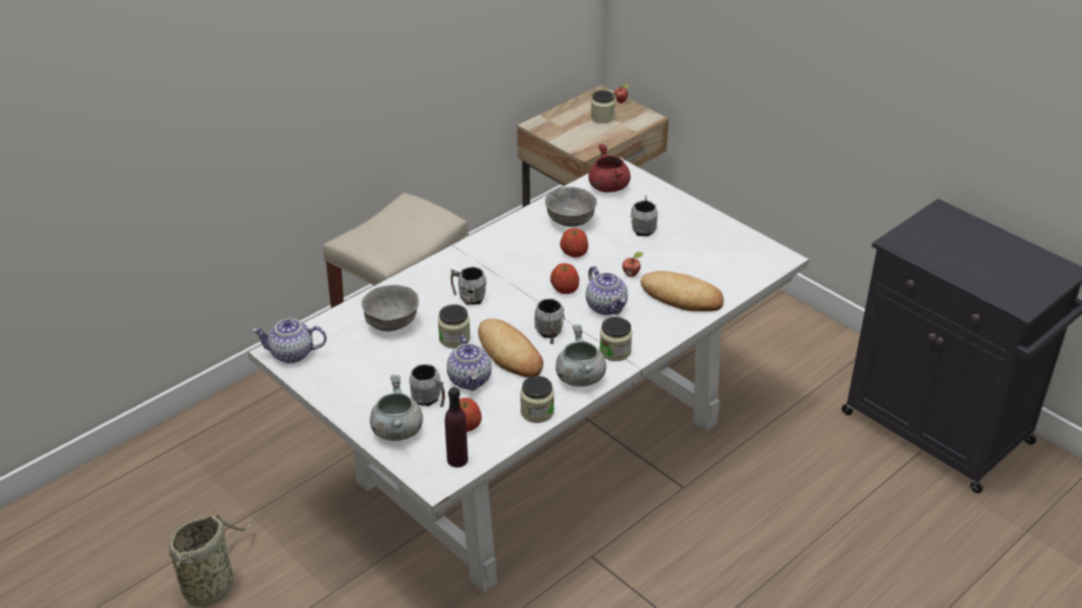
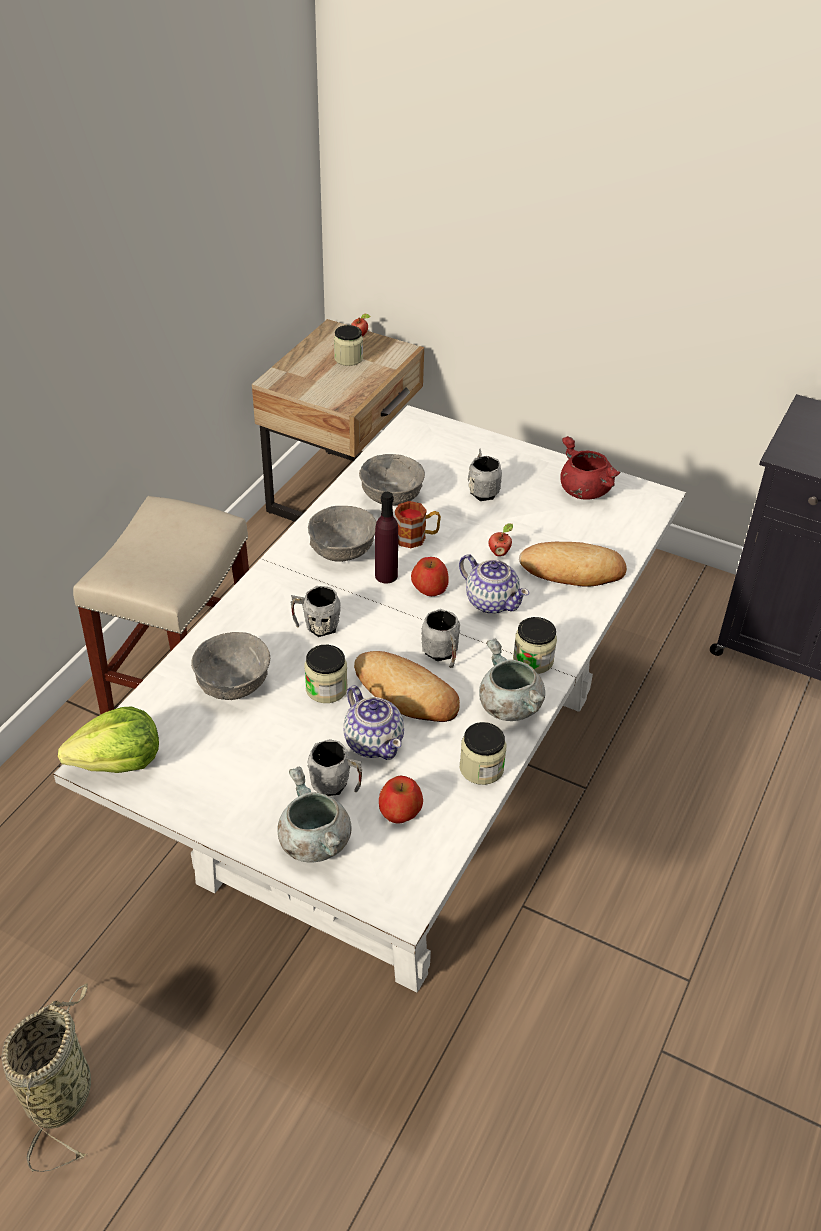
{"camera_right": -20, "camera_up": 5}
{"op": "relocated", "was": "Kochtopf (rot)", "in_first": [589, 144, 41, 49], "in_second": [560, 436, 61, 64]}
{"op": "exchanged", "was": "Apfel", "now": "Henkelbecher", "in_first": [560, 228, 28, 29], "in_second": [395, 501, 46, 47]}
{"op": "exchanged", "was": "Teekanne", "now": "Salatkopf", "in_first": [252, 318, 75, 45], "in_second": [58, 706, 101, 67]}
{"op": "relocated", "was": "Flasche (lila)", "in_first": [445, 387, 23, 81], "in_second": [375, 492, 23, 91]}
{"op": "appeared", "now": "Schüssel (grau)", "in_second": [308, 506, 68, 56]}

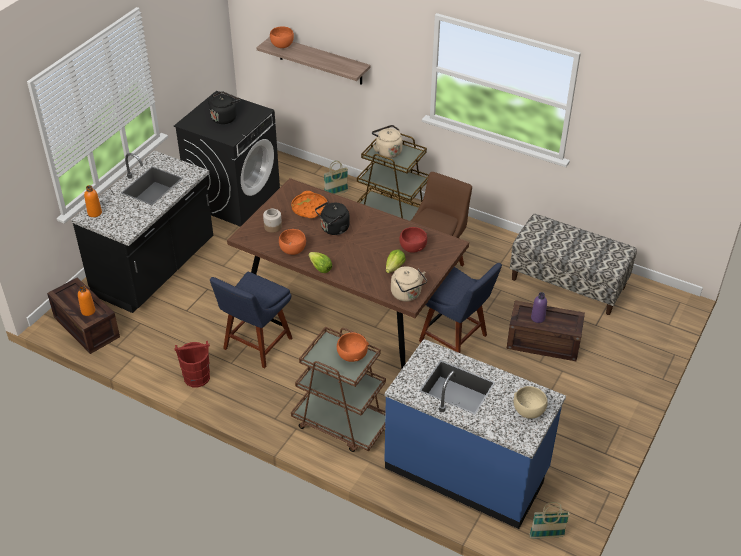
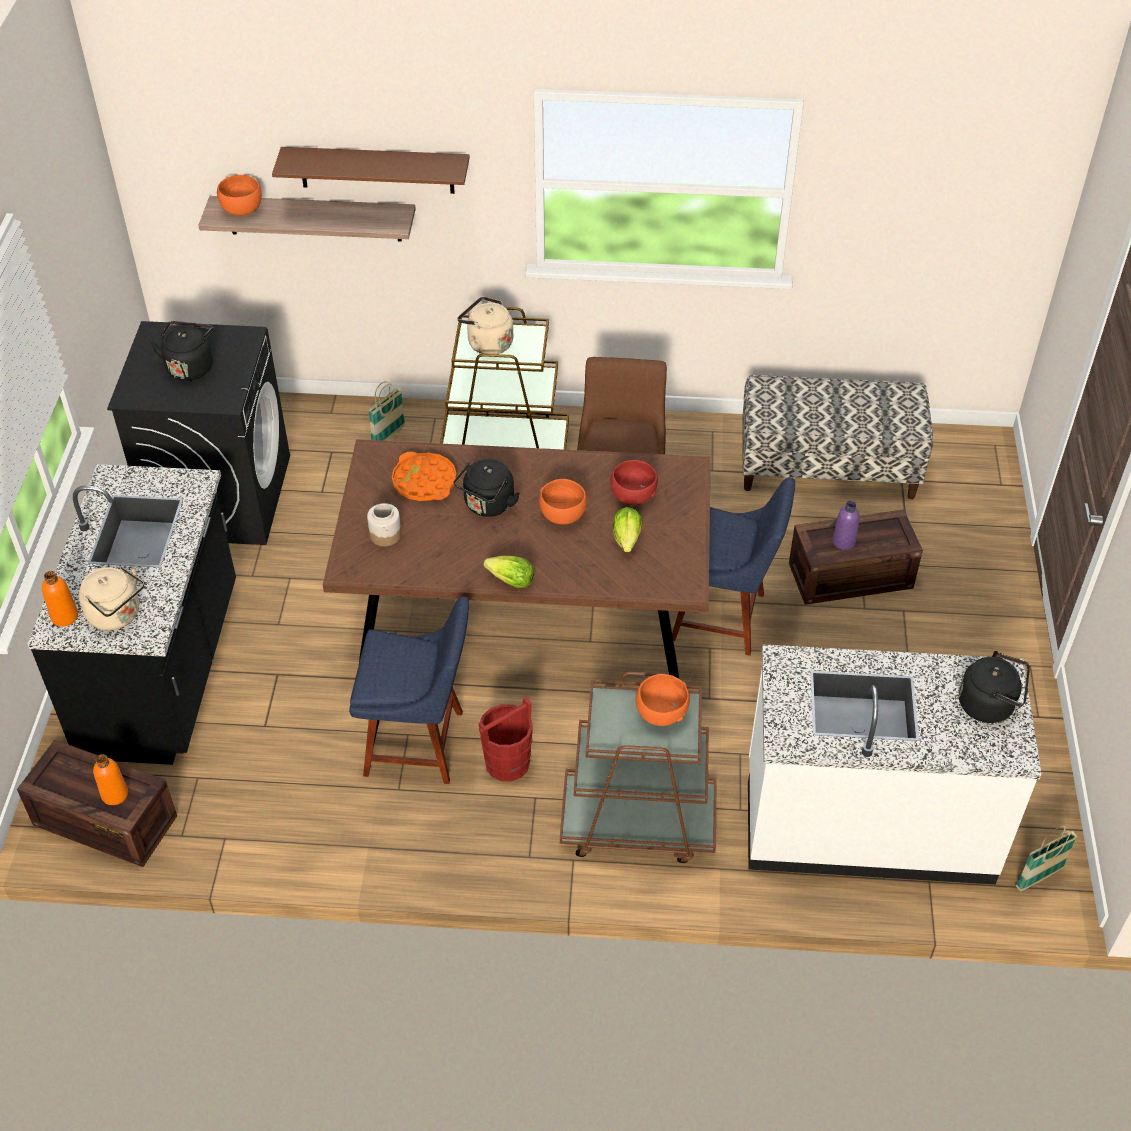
{"camera_right": -25, "camera_up": 5}
{"op": "relocated", "was": "Schüssel (orange)", "in_first": [279, 229, 27, 26], "in_second": [539, 479, 48, 46]}
{"op": "relocated", "was": "Wasserkessel (beige)", "in_first": [391, 266, 36, 35], "in_second": [79, 566, 65, 64]}
{"op": "spun", "was": "Stuhl (blau)", "in_first": [210, 272, 82, 97], "in_second": [349, 597, 120, 187], "clockwise": -90}
{"op": "colour", "was": "Küchenzeile (blau)", "now": "Küchenzeile (weiß)", "in_first": [385, 339, 181, 190], "in_second": [748, 644, 294, 240]}
{"op": "relocated", "was": "Eimer (rot)", "in_first": [174, 341, 36, 47], "in_second": [478, 696, 55, 85]}
{"op": "exchanged", "was": "Schüssel (beige)", "now": "Wasserkessel (schwarz)", "in_first": [514, 386, 34, 32], "in_second": [959, 651, 71, 72]}
{"op": "appeared", "now": "Wandregal (braun)", "in_second": [272, 147, 198, 47]}

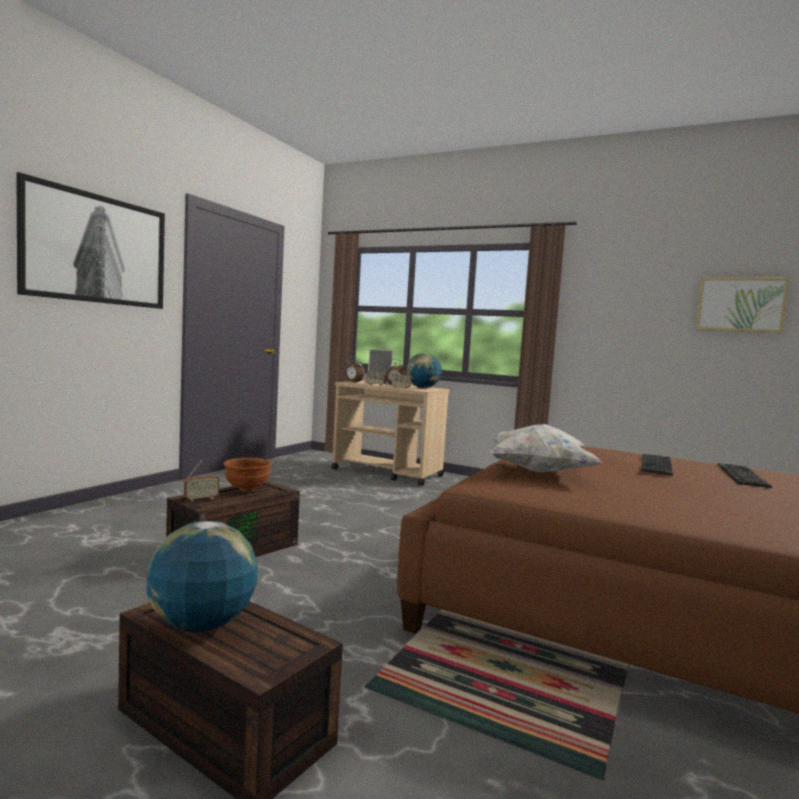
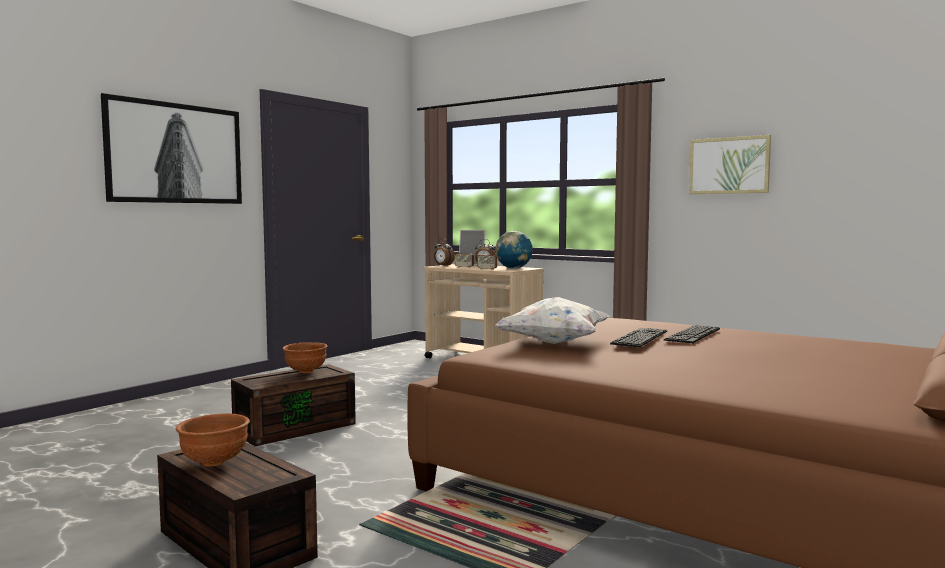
{"camera_right": 10, "camera_up": 0}
{"op": "relocated", "was": "Bild", "in_first": [695, 277, 95, 56], "in_second": [689, 135, 82, 59]}
{"op": "missing", "was": "Radio", "in_first": [184, 460, 35, 42]}
{"op": "relocated", "was": "Tastatur", "in_first": [718, 463, 54, 25], "in_second": [610, 328, 57, 19]}
{"op": "exchanged", "was": "Globus", "now": "Schüssel (braun)", "in_first": [146, 521, 112, 111], "in_second": [175, 413, 75, 54]}

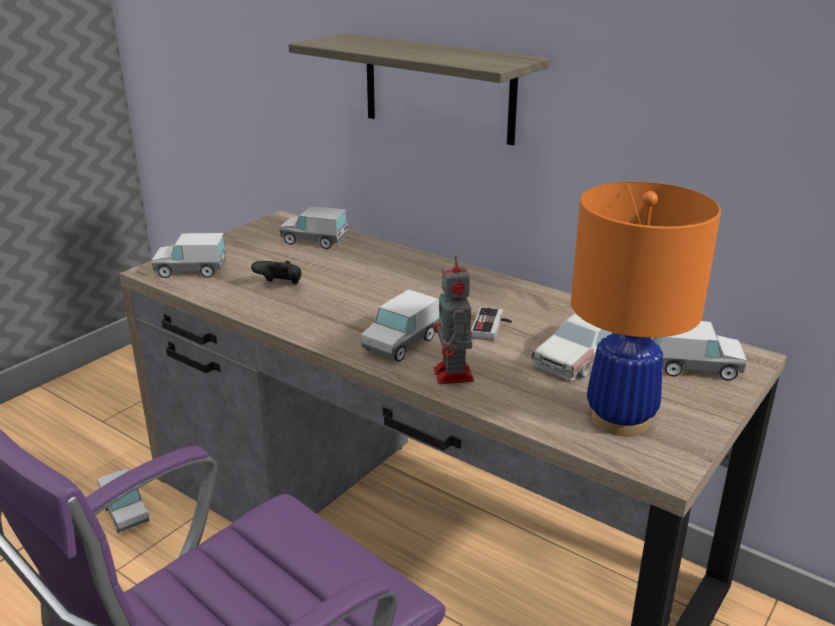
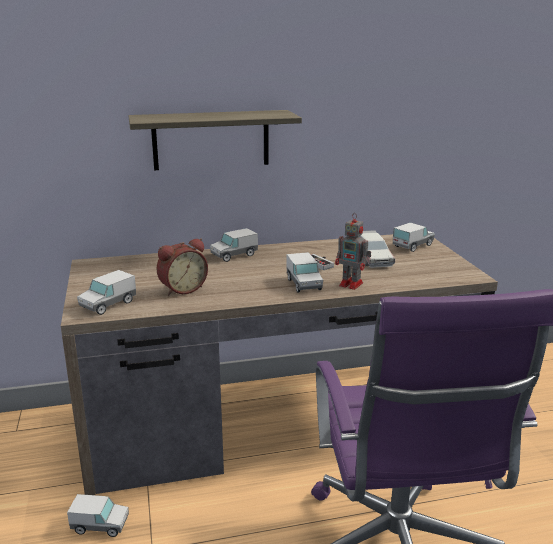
{"camera_right": -50, "camera_up": -5}
{"op": "missing", "was": "Tischlampe (orange)", "in_first": [571, 182, 150, 254]}
{"op": "relocated", "was": "Spielzeuglaster", "in_first": [279, 206, 69, 43], "in_second": [210, 228, 48, 34]}
{"op": "exchanged", "was": "Gamepad (schwarz)", "now": "Wecker", "in_first": [251, 261, 50, 23], "in_second": [156, 238, 52, 58]}

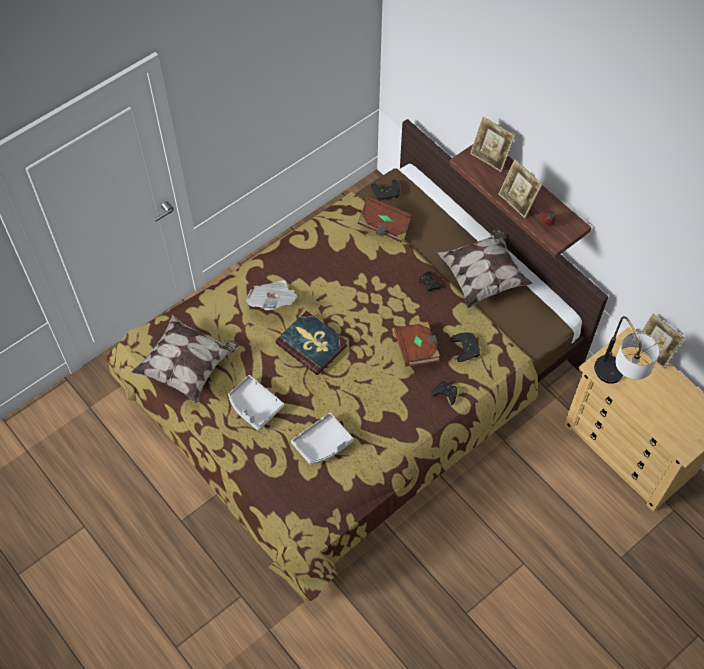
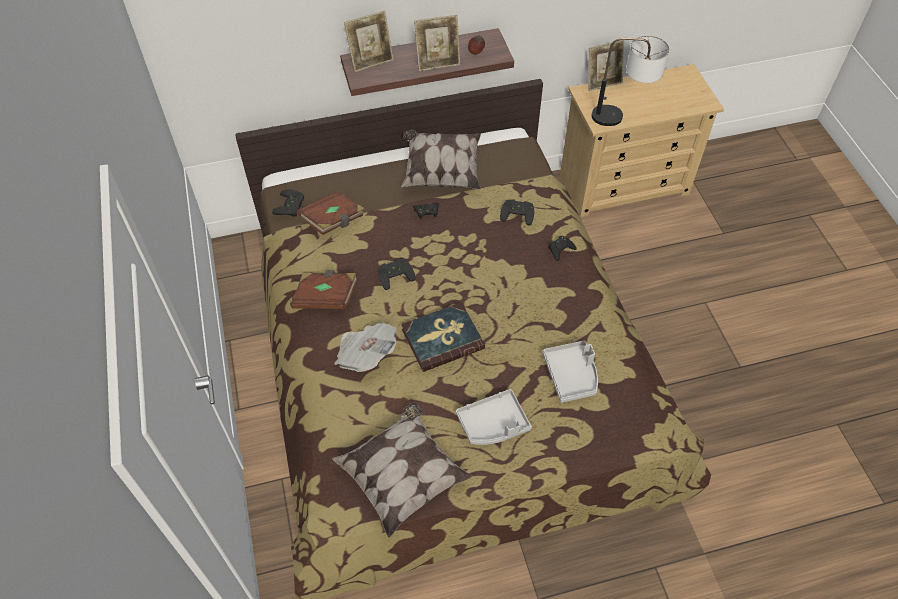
{"camera_right": -65, "camera_up": -5}
{"op": "relocated", "was": "Buch (braun)", "in_first": [394, 322, 46, 45], "in_second": [290, 270, 69, 40]}
{"op": "appeared", "now": "Gamepad (schwarz)", "in_second": [378, 259, 37, 31]}

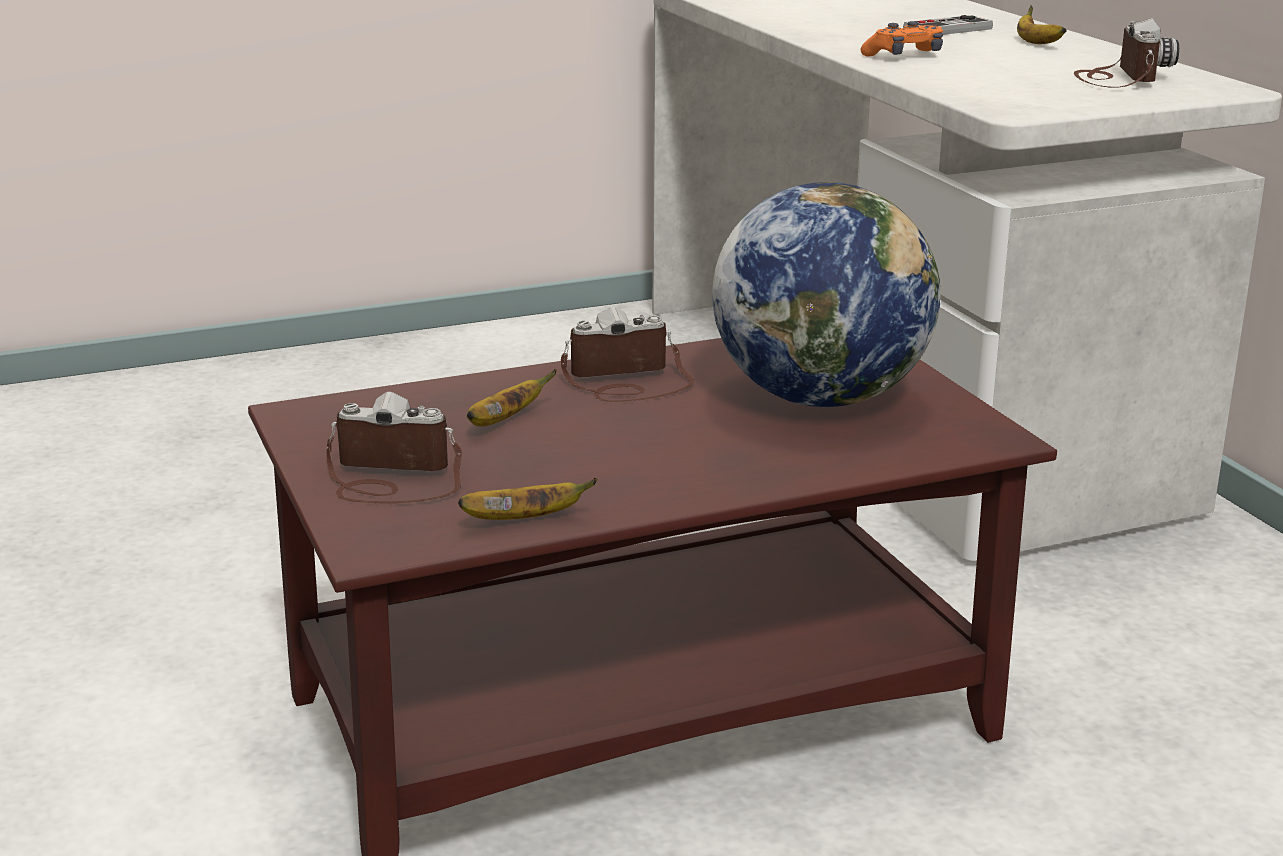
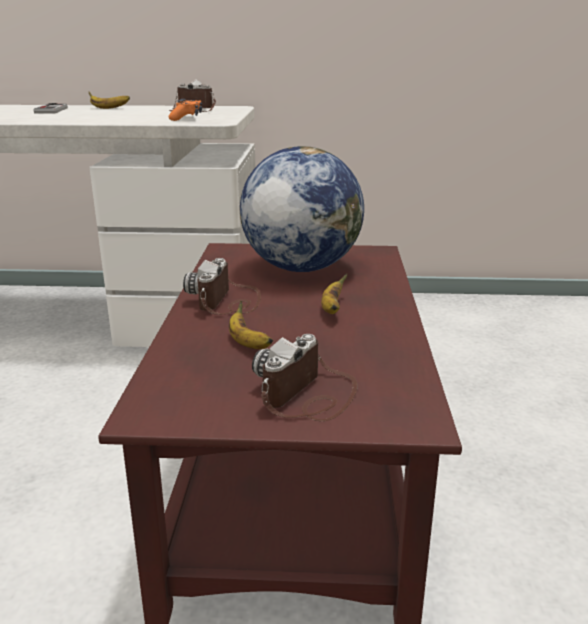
{"camera_right": -65, "camera_up": 0}
{"op": "relocated", "was": "Gamepad (orange)", "in_first": [861, 21, 82, 36], "in_second": [169, 99, 33, 22]}
{"op": "relocated", "was": "Banane", "in_first": [458, 478, 139, 42], "in_second": [321, 273, 26, 41]}

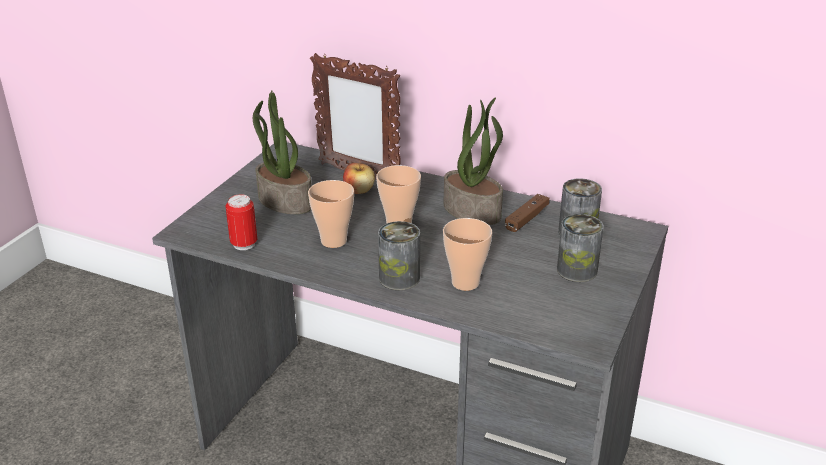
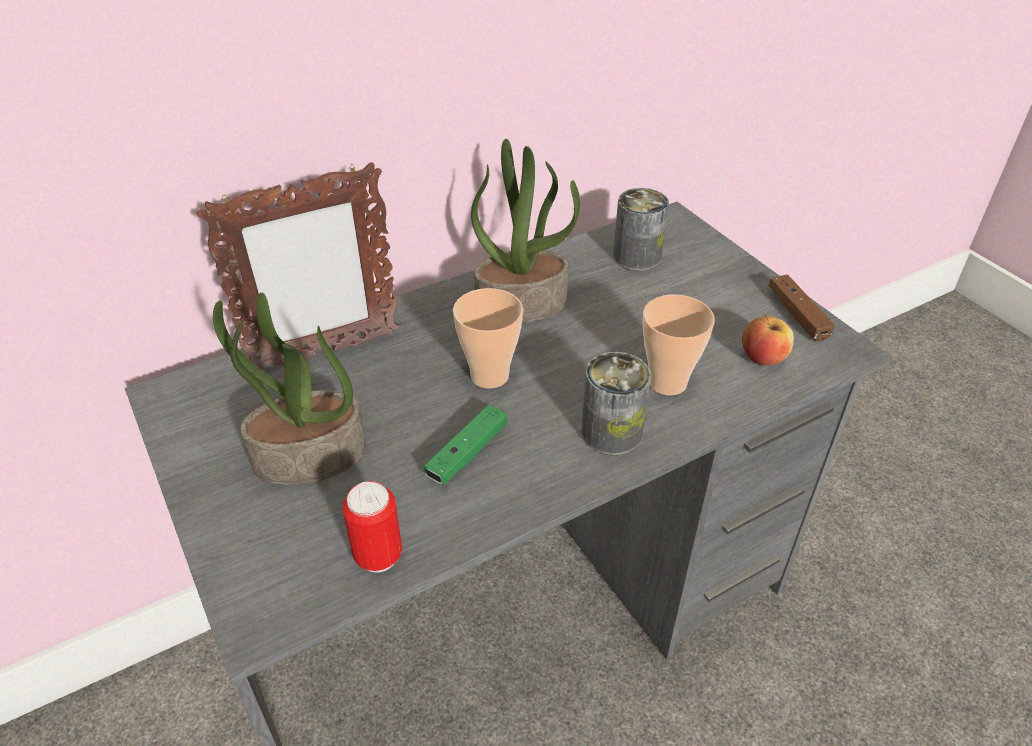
{"camera_right": -55, "camera_up": 10}
{"op": "relocated", "was": "Apfel", "in_first": [343, 161, 32, 33], "in_second": [742, 315, 52, 51]}
{"op": "exchanged", "was": "Tasse", "now": "Gamepad (grün)", "in_first": [308, 180, 46, 68], "in_second": [424, 405, 83, 80]}
{"op": "relocated", "was": "Gamepad (braun)", "in_first": [505, 194, 45, 38], "in_second": [769, 274, 66, 67]}
{"op": "missing", "was": "Dose", "in_first": [557, 214, 46, 68]}

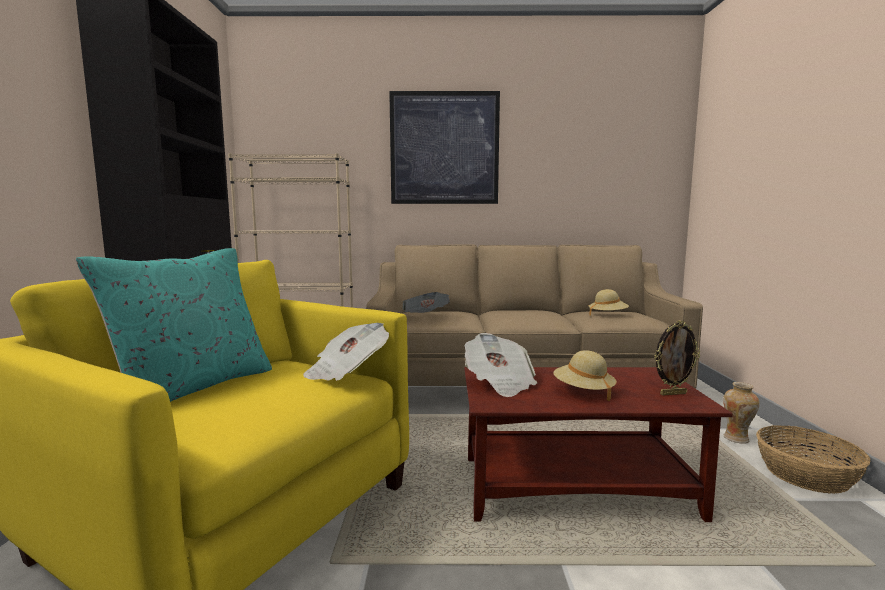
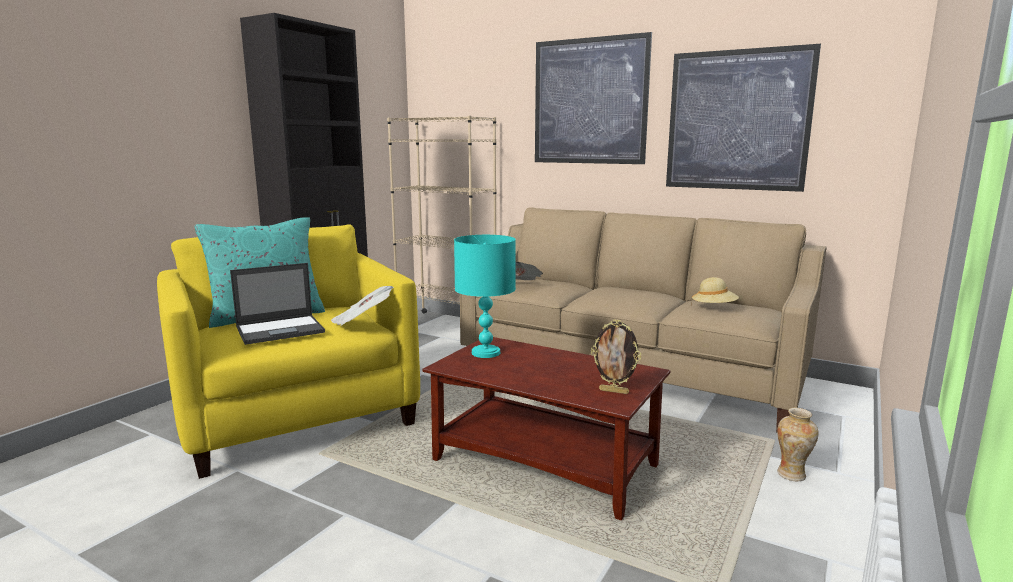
{"camera_right": 30, "camera_up": 5}
{"op": "exchanged", "was": "Zeitung", "now": "Tischlampe (türkis)", "in_first": [465, 333, 72, 64], "in_second": [454, 235, 62, 123]}
{"op": "missing", "was": "Hut (beige)", "in_first": [554, 350, 63, 51]}
{"op": "missing", "was": "Korb", "in_first": [756, 425, 114, 69]}
{"op": "appeared", "now": "Bild", "in_second": [666, 44, 155, 148]}
{"op": "appeared", "now": "Laptop", "in_second": [230, 263, 95, 82]}

